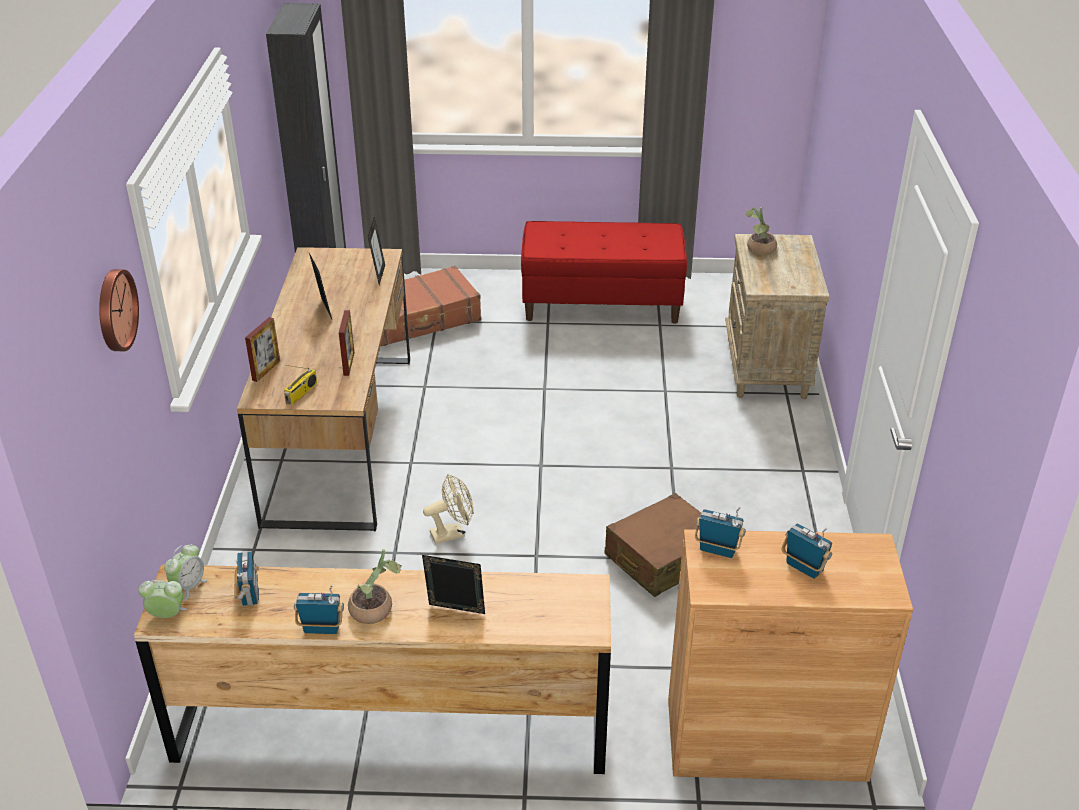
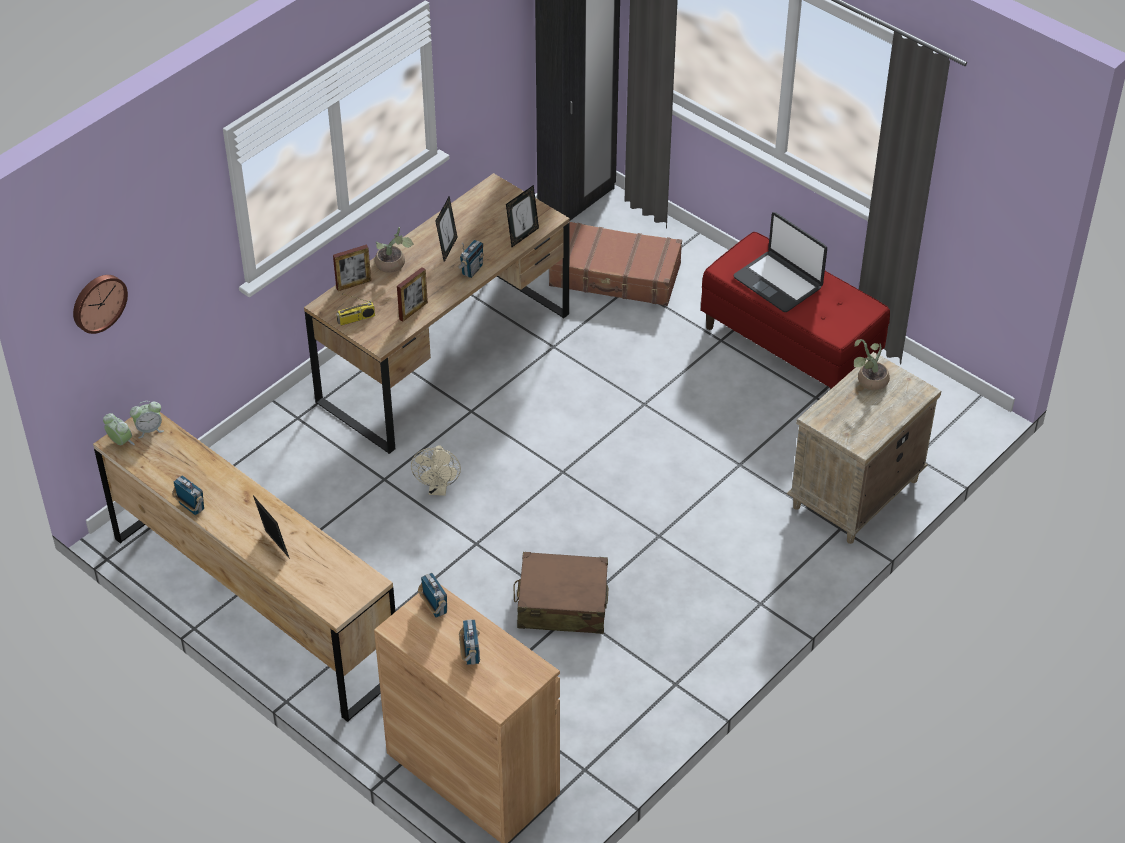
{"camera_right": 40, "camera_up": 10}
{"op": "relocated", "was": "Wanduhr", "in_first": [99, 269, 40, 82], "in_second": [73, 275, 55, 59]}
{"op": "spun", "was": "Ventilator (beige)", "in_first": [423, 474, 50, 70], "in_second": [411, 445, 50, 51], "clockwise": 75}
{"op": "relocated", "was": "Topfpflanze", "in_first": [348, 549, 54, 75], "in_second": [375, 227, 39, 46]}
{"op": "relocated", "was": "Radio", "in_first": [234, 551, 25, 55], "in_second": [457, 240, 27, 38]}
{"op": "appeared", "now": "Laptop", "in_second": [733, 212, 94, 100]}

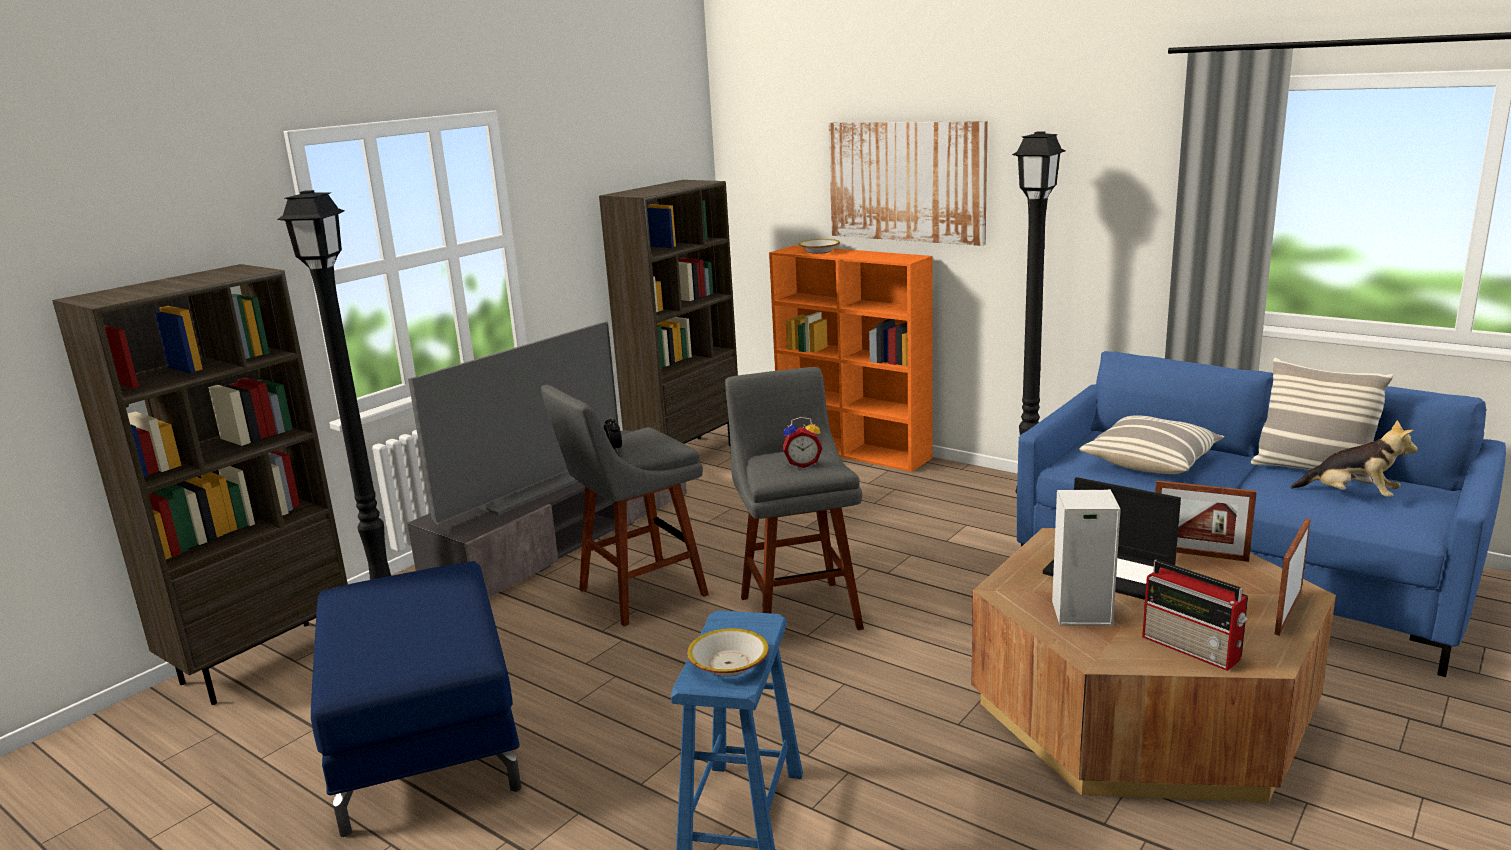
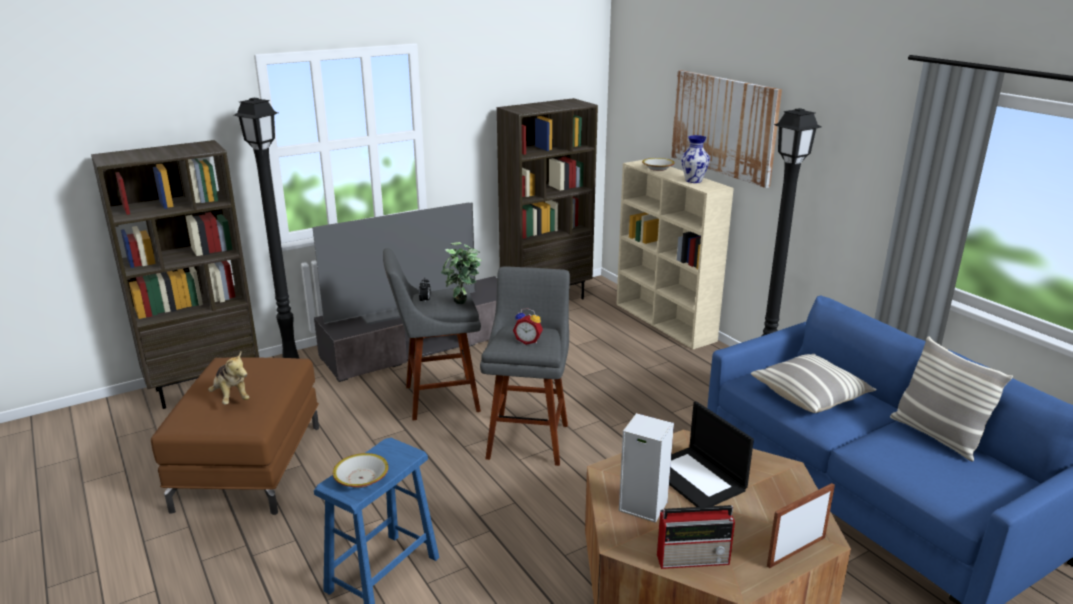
{"camera_right": 20, "camera_up": 5}
{"op": "colour", "was": "Bücherregal (orange)", "now": "Bücherregal (beige)", "in_first": [769, 245, 164, 227], "in_second": [616, 160, 118, 189]}
{"op": "relocated", "was": "Plüschtier", "in_first": [1290, 420, 128, 77], "in_second": [208, 352, 42, 52]}
{"op": "missing", "was": "Bilderrahmen", "in_first": [1155, 480, 102, 82]}
{"op": "spun", "was": "Radio", "in_first": [1142, 560, 106, 111], "in_second": [657, 505, 78, 64], "clockwise": -75}
{"op": "colour", "was": "Polsterhocker (blau)", "now": "Polsterhocker (braun)", "in_first": [311, 561, 210, 276], "in_second": [151, 357, 168, 158]}
{"op": "appeared", "now": "Vase", "in_second": [681, 135, 29, 48]}
{"op": "appeared", "now": "Topfpflanze", "in_second": [441, 242, 41, 62]}

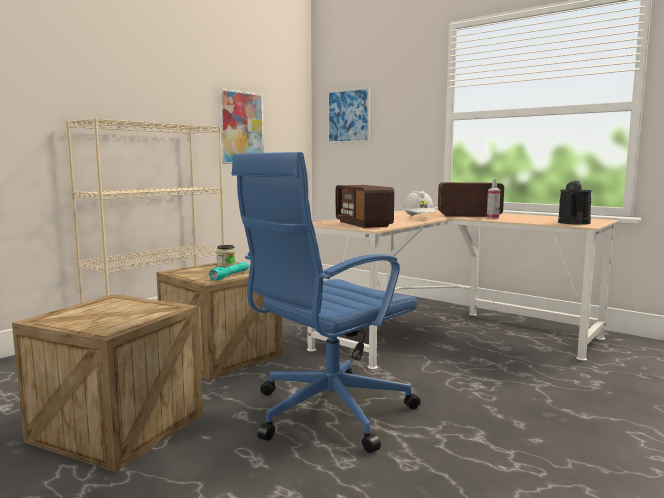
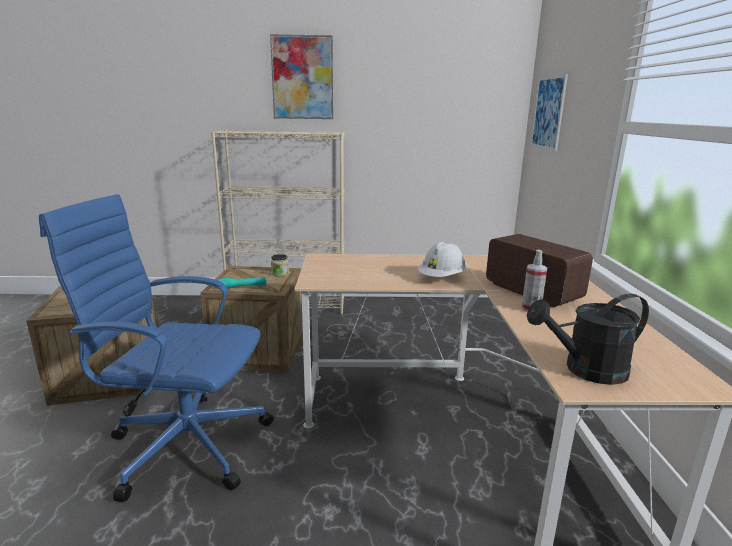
{"camera_right": 50, "camera_up": 10}
{"op": "relocated", "was": "Bild", "in_first": [219, 88, 45, 76], "in_second": [270, 34, 63, 85]}
{"op": "missing", "was": "Radio", "in_first": [336, 185, 58, 43]}

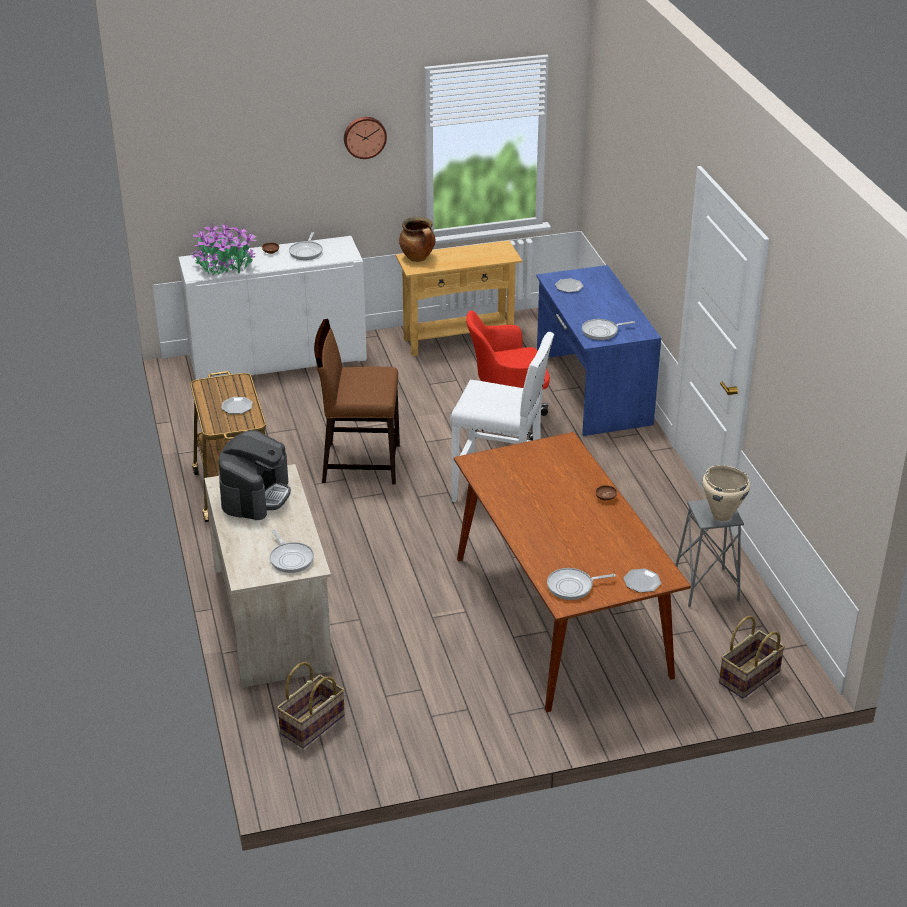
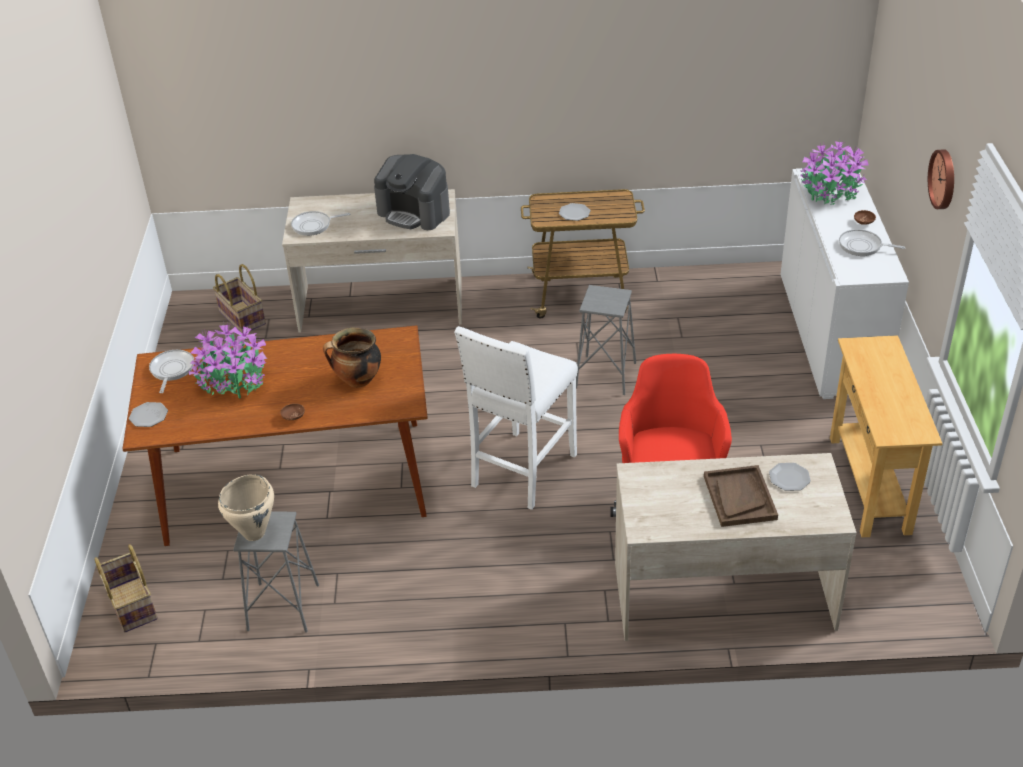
{"camera_right": 105, "camera_up": 5}
{"op": "relocated", "was": "Kochtopf", "in_first": [399, 217, 37, 45], "in_second": [323, 327, 58, 60]}
{"op": "colour", "was": "Schreibtisch (blau)", "now": "Schreibtisch (beige)", "in_first": [536, 265, 125, 171], "in_second": [615, 453, 242, 188]}
{"op": "exchanged", "was": "Stuhl (braun)", "now": "Hocker (grau)", "in_first": [314, 319, 86, 165], "in_second": [576, 285, 60, 110]}
{"op": "missing", "was": "Pfanne", "in_first": [582, 319, 53, 21]}
{"op": "appeared", "now": "Topfpflanze", "in_second": [189, 321, 78, 78]}
{"op": "appeared", "now": "Tablett (braun)", "in_second": [704, 465, 74, 62]}

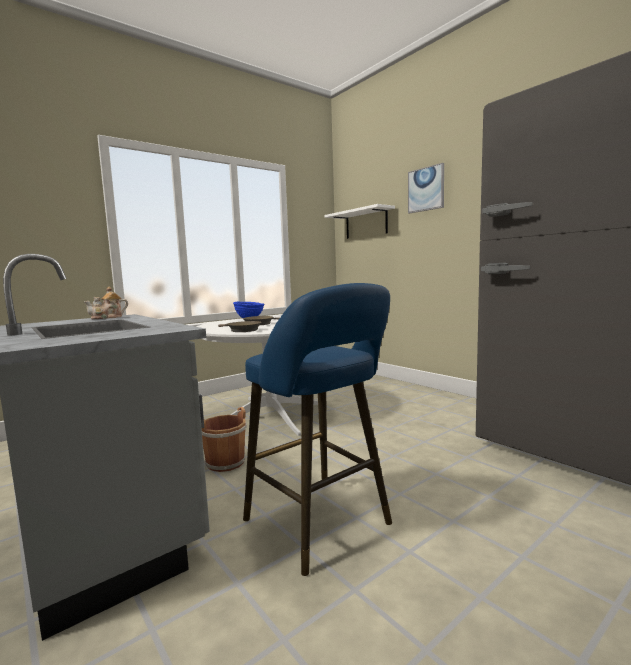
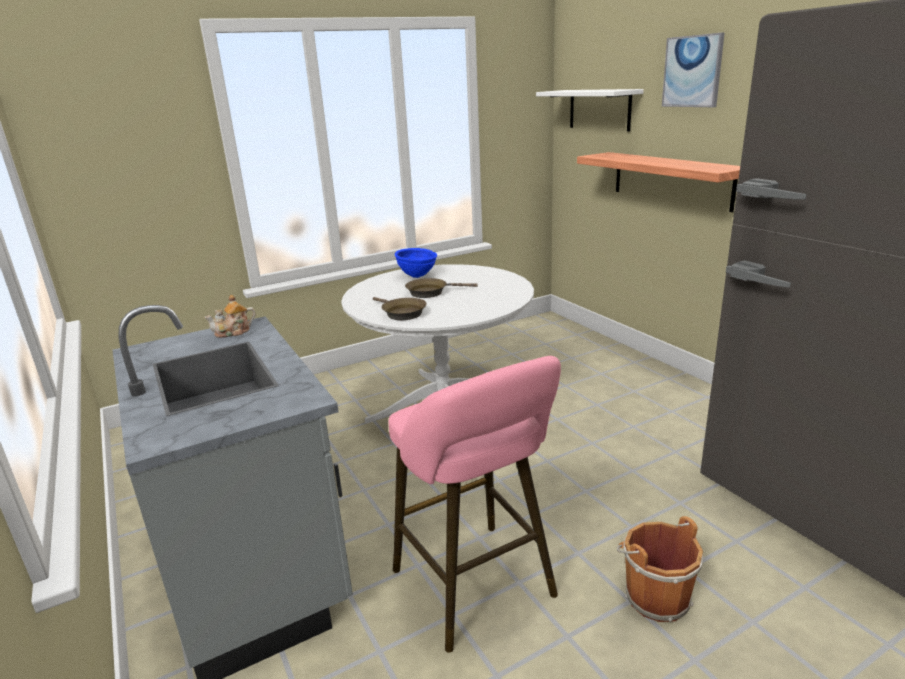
{"camera_right": 10, "camera_up": 15}
{"op": "colour", "was": "Hocker (blau)", "now": "Hocker (rosa)", "in_first": [243, 283, 149, 293], "in_second": [389, 356, 172, 297]}
{"op": "relocated", "was": "Eimer (braun)", "in_first": [202, 407, 45, 65], "in_second": [617, 516, 86, 106]}
{"op": "appeared", "now": "Wandregal", "in_second": [577, 152, 163, 60]}

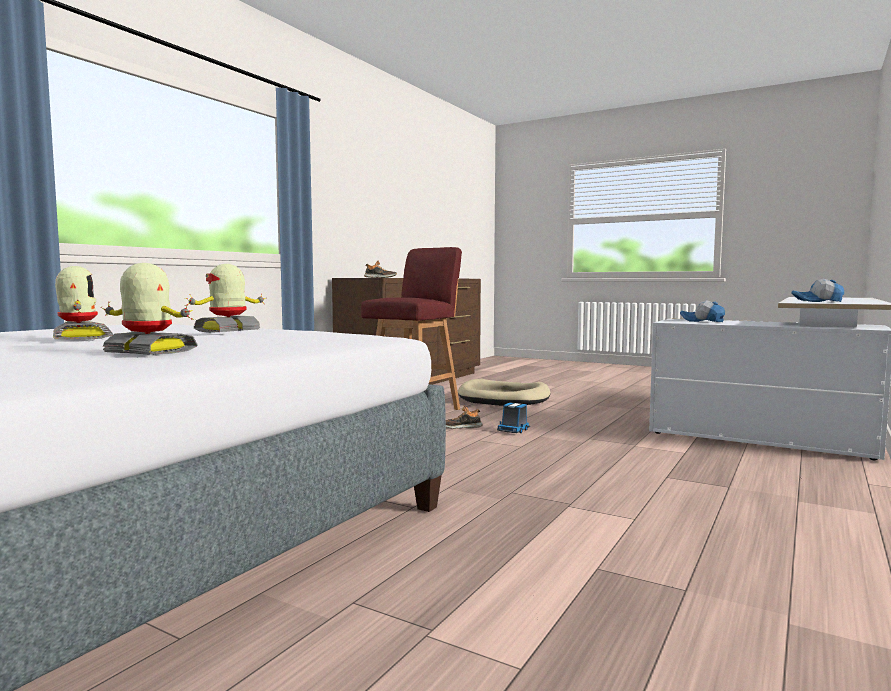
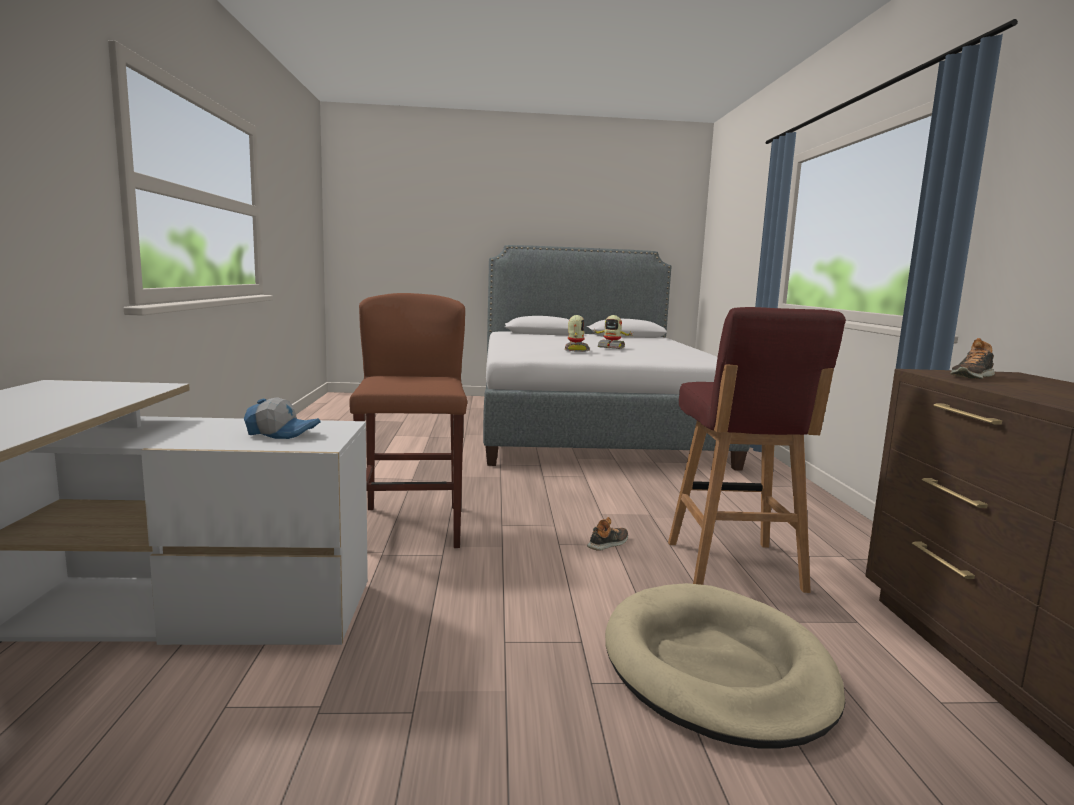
{"camera_right": 145, "camera_up": 5}
{"op": "missing", "was": "Spielzeugroboter", "in_first": [101, 263, 97, 92]}
{"op": "missing", "was": "Kappe", "in_first": [791, 279, 53, 23]}
{"op": "missing", "was": "Spielzeuglaster", "in_first": [497, 403, 33, 30]}
{"op": "appeared", "now": "Hocker (braun)", "in_second": [349, 293, 118, 255]}

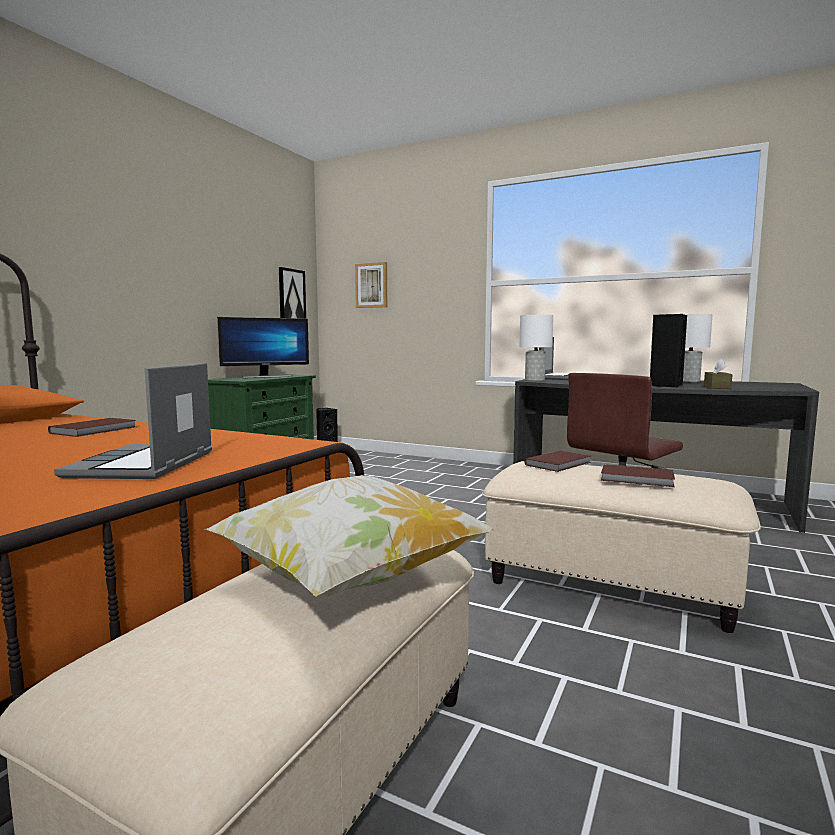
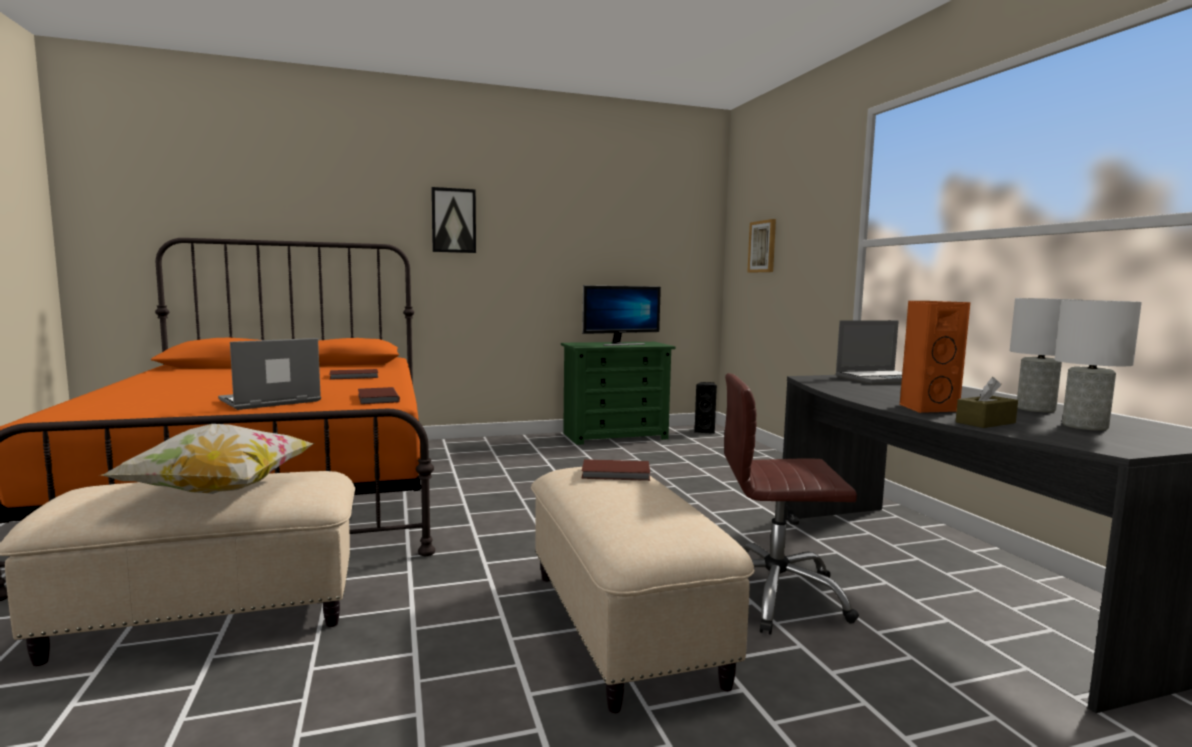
{"camera_right": 45, "camera_up": 0}
{"op": "relocated", "was": "Bild", "in_first": [279, 267, 27, 52], "in_second": [431, 187, 45, 66]}
{"op": "colour", "was": "Lautsprecher (schwarz)", "now": "Lautsprecher (orange)", "in_first": [650, 314, 37, 73], "in_second": [899, 301, 71, 112]}
{"op": "relocated", "was": "Tischlampe (weiß)", "in_first": [519, 315, 34, 66], "in_second": [1055, 300, 87, 131]}
{"op": "spun", "was": "Monitor", "in_first": [217, 317, 92, 61], "in_second": [582, 285, 79, 61], "clockwise": -45}
{"op": "relocated", "was": "Buch (braun)", "in_first": [601, 464, 74, 23], "in_second": [358, 387, 42, 17]}

